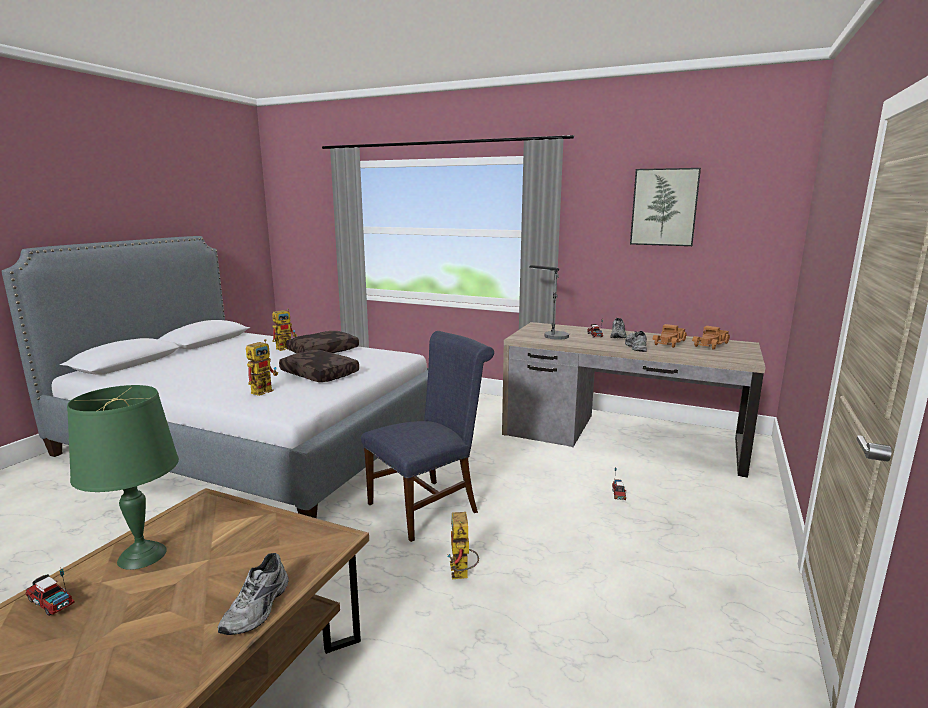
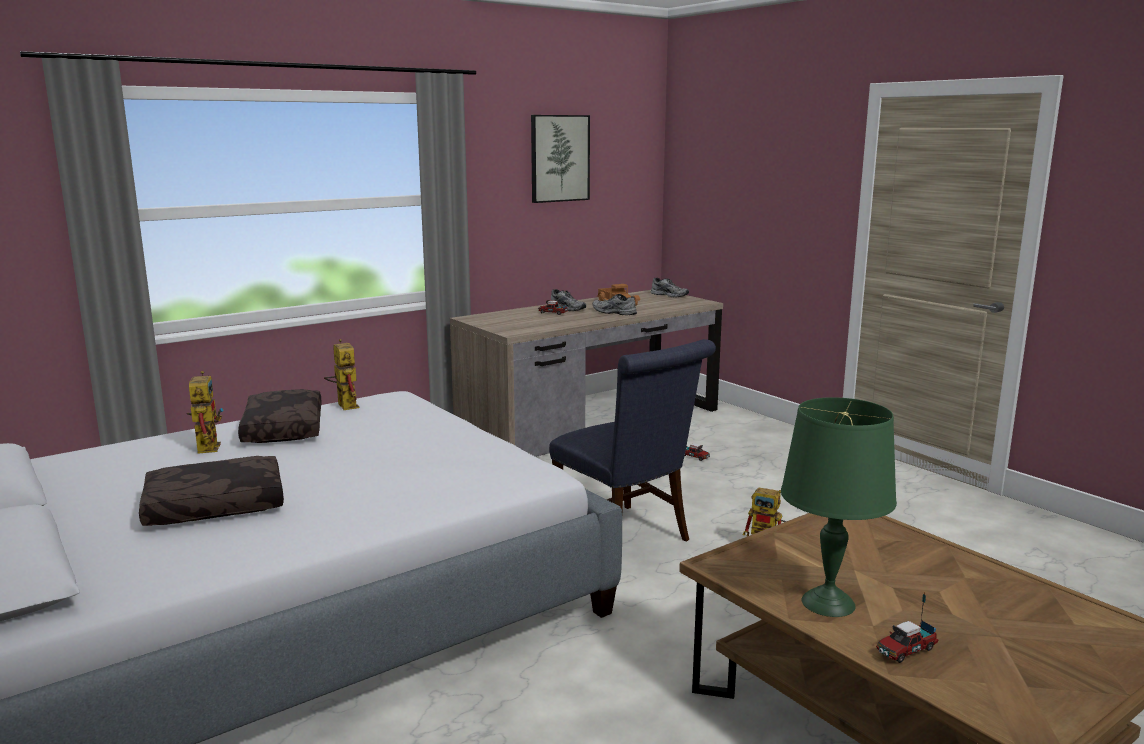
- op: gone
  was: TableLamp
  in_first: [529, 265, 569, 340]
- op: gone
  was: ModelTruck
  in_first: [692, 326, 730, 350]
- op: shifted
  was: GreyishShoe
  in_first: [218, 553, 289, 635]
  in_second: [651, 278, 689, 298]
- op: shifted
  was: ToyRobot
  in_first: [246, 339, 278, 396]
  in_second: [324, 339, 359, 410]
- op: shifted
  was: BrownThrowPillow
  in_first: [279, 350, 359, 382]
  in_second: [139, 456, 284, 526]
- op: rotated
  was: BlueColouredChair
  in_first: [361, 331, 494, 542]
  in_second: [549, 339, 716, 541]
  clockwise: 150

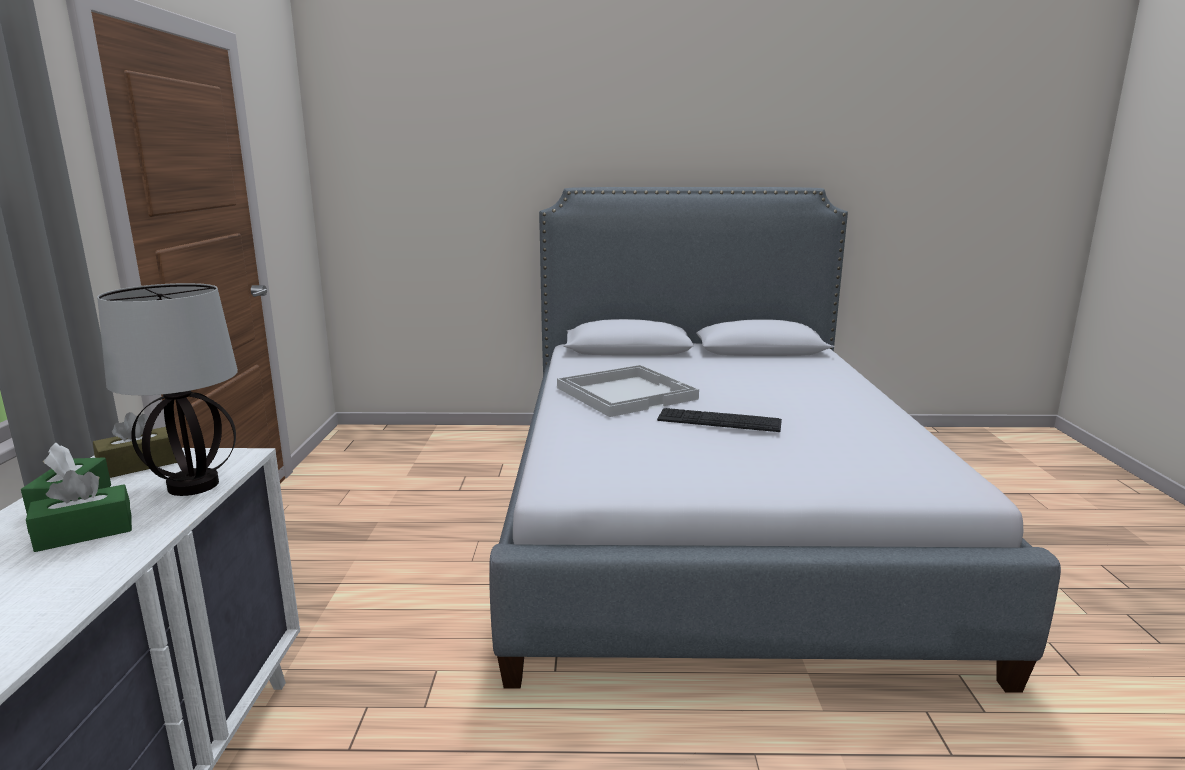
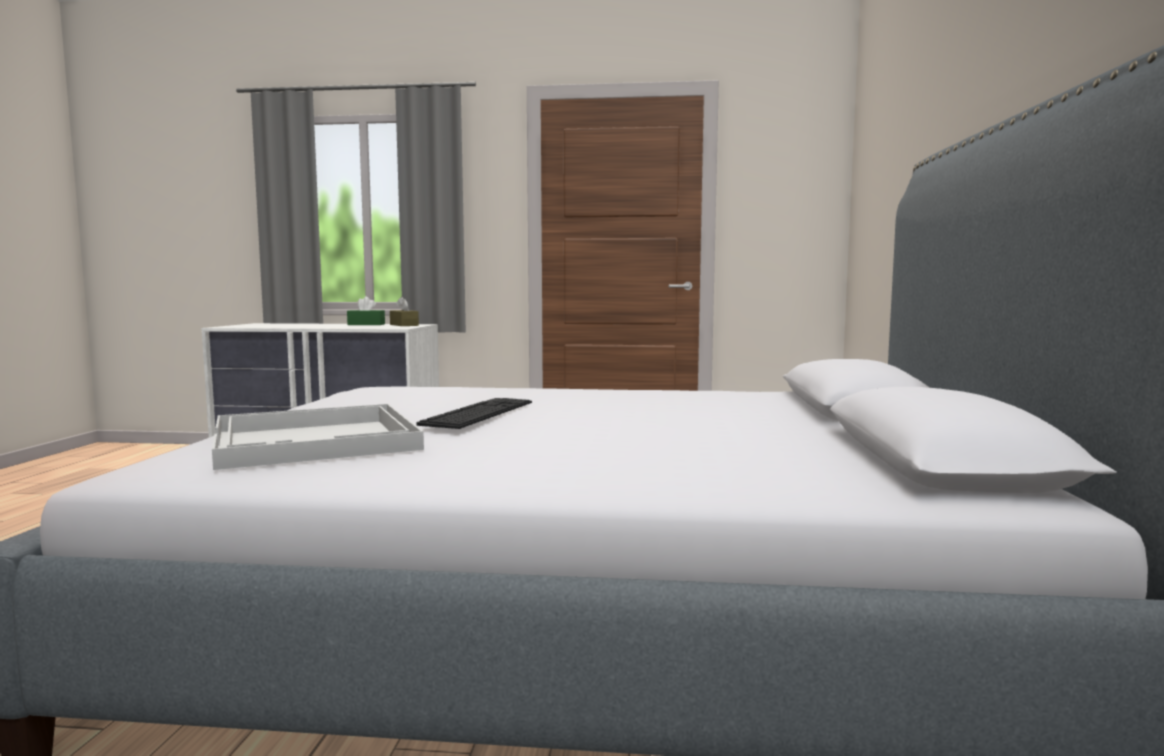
- op: gone
  was: GreenTissueHolder
  in_first: [26, 470, 132, 552]
- op: gone
  was: TableLamp
  in_first: [97, 283, 238, 496]
- op: shifted
  was: WhitishCarryingTray
  in_first: [557, 365, 699, 417]
  in_second: [212, 404, 424, 470]

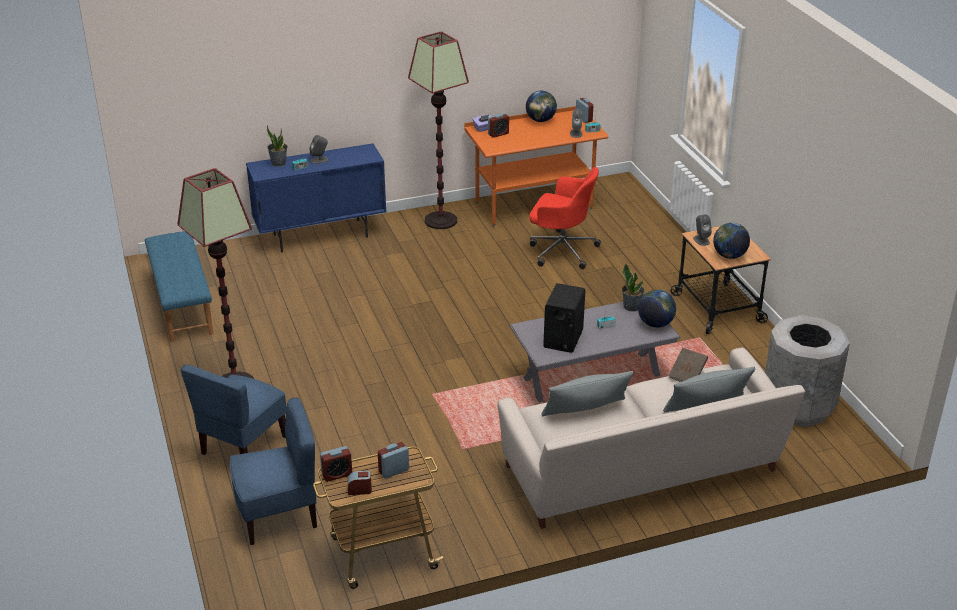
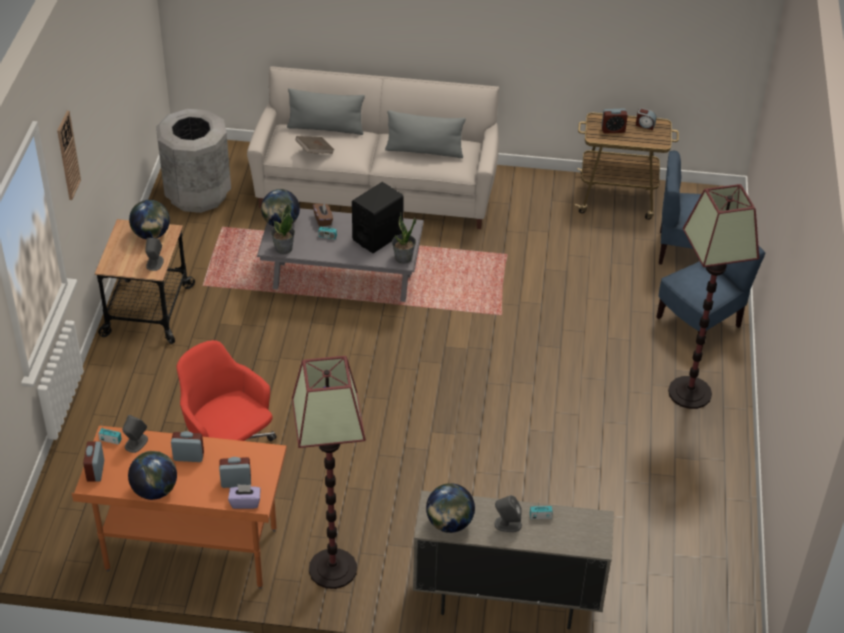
- op: gone
  was: BlueColouredBench
  in_first: [145, 231, 213, 342]
- op: new
  now: ClockOnTheWall
  in_second: [57, 111, 81, 200]
- op: new
  now: BrownTissueHolder
  in_second: [313, 202, 333, 227]
- op: new
  now: DeskGlobe
  in_second: [426, 483, 475, 533]
- op: shifted
  was: Houseplant
  in_first: [267, 126, 287, 167]
  in_second: [392, 213, 416, 264]
- op: shifted
  was: TableClock
  in_first: [320, 446, 352, 482]
  in_second: [171, 431, 204, 462]
- op: repainted
  was: BlueColouredCupboard
  now: BeigeCupboard
  in_first: [246, 143, 386, 253]
  in_second: [413, 491, 614, 630]

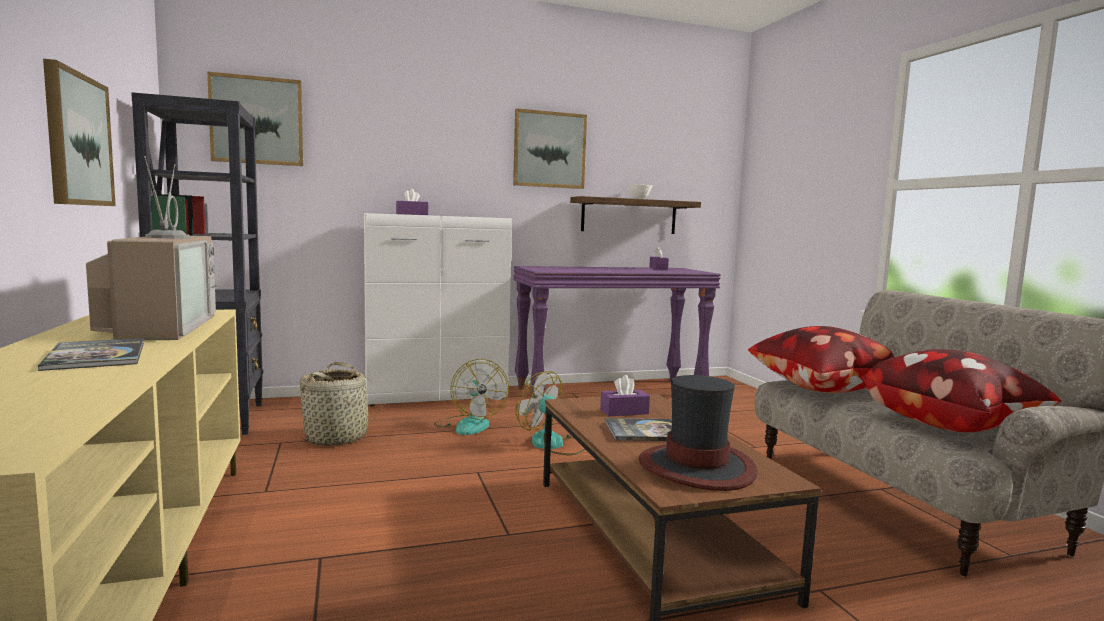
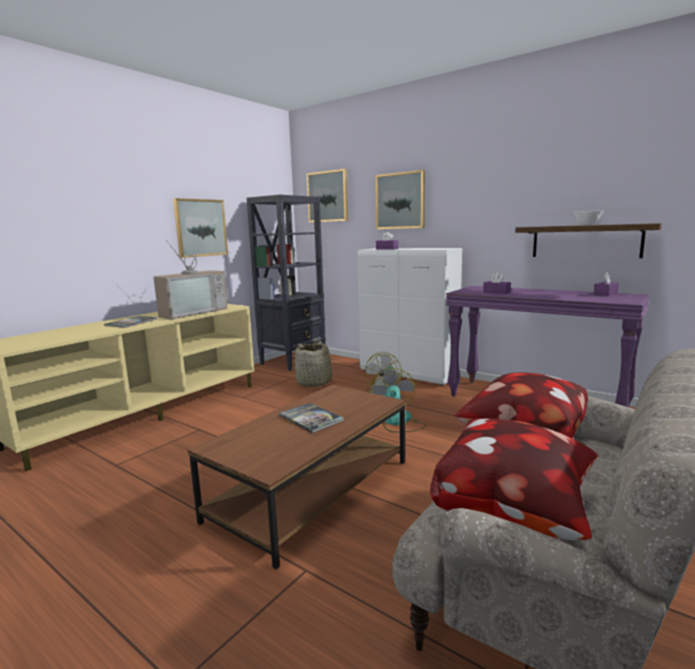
- op: gone
  was: ClothingHat
  in_first: [639, 375, 758, 491]
- op: shifted
  was: WallArt
  in_first: [513, 108, 587, 189]
  in_second: [376, 170, 425, 229]
- op: shifted
  was: PurpleTissueHolder
  in_first: [600, 375, 650, 416]
  in_second: [483, 272, 511, 294]

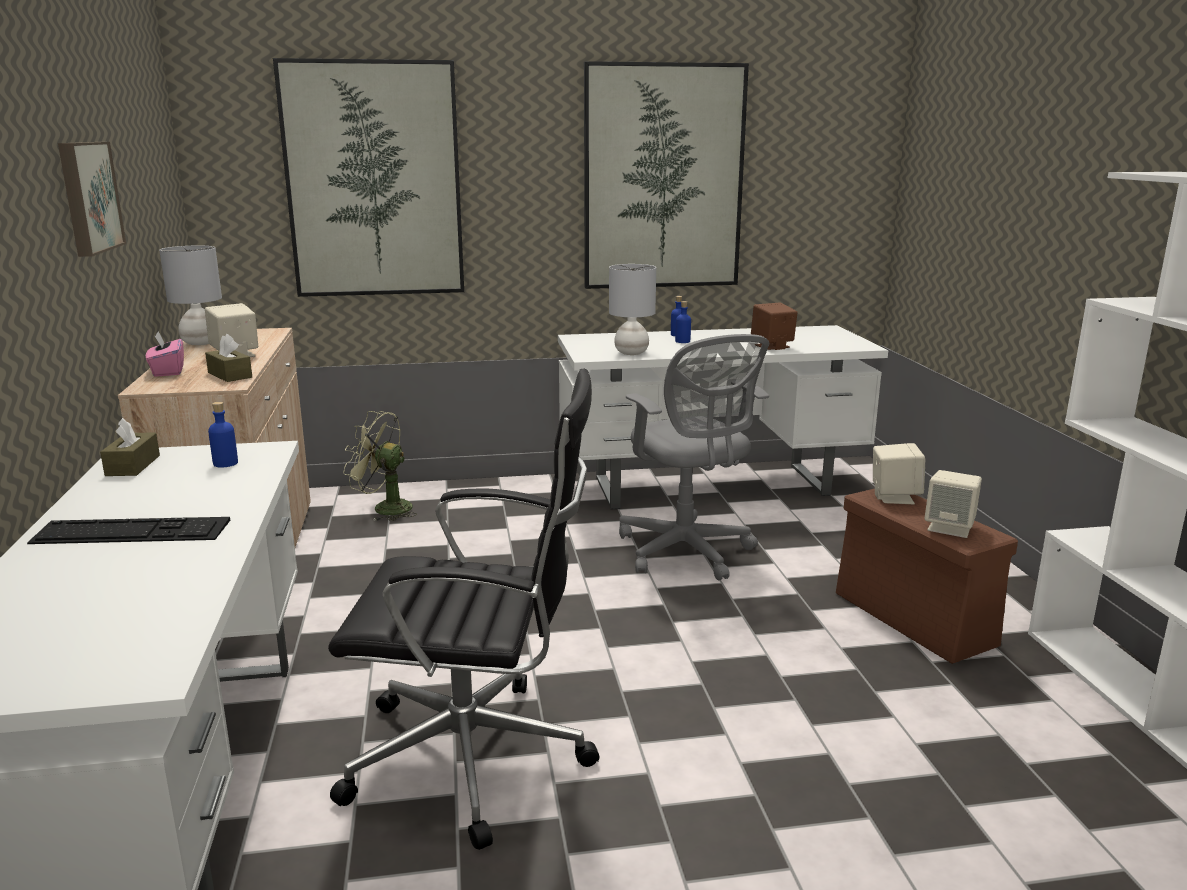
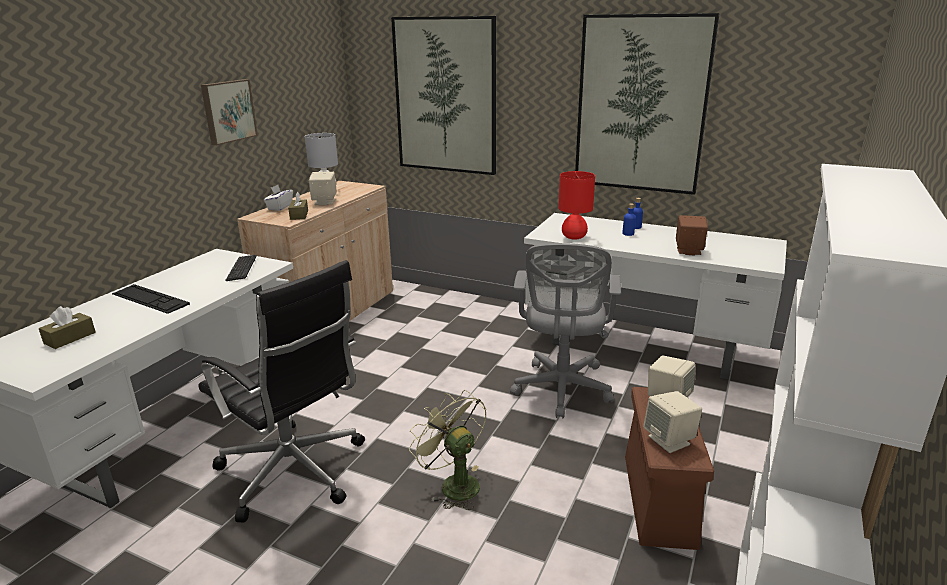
- op: shifted
  was: BrownTissueHolder
  in_first: [100, 418, 160, 476]
  in_second: [39, 306, 96, 349]
- op: shifted
  was: GreenCoolingFan
  in_first: [343, 411, 417, 521]
  in_second: [409, 390, 486, 510]
- op: swapped
  was: BlueColouredDrinkBottle
  now: Keyboard
  in_first: [208, 402, 238, 468]
  in_second: [226, 255, 257, 281]
- op: repainted
  was: PinkTissueHolder
  now: WhitishTissueHolder
  in_first: [146, 331, 184, 377]
  in_second: [264, 185, 293, 211]
- op: repainted
  was: GreyishTableLamp
  now: RedTableLamp
  in_first: [609, 264, 656, 355]
  in_second: [558, 171, 595, 240]

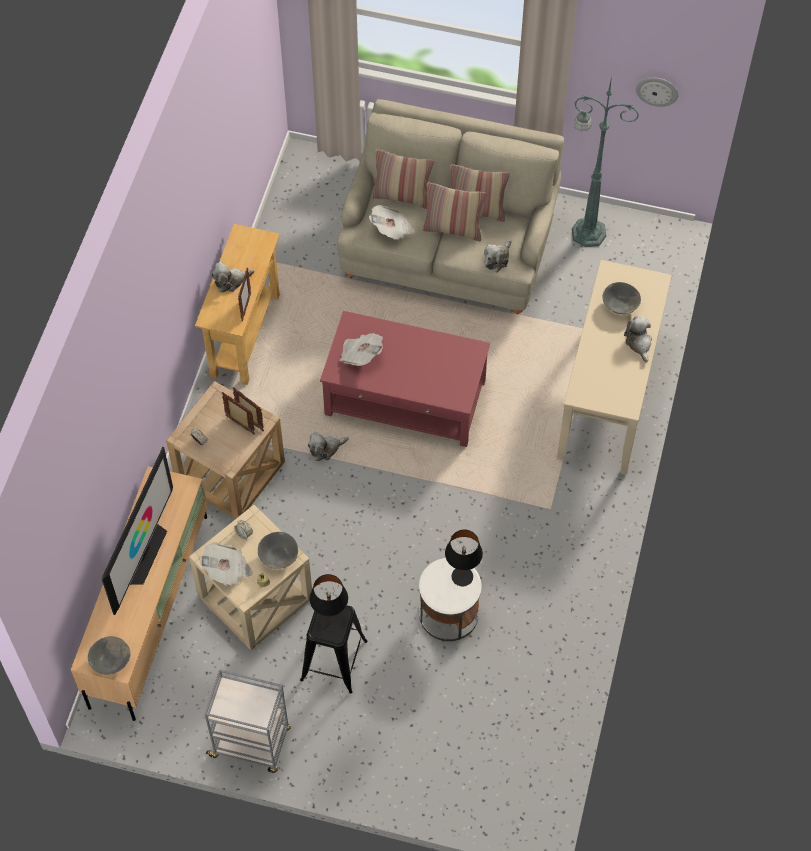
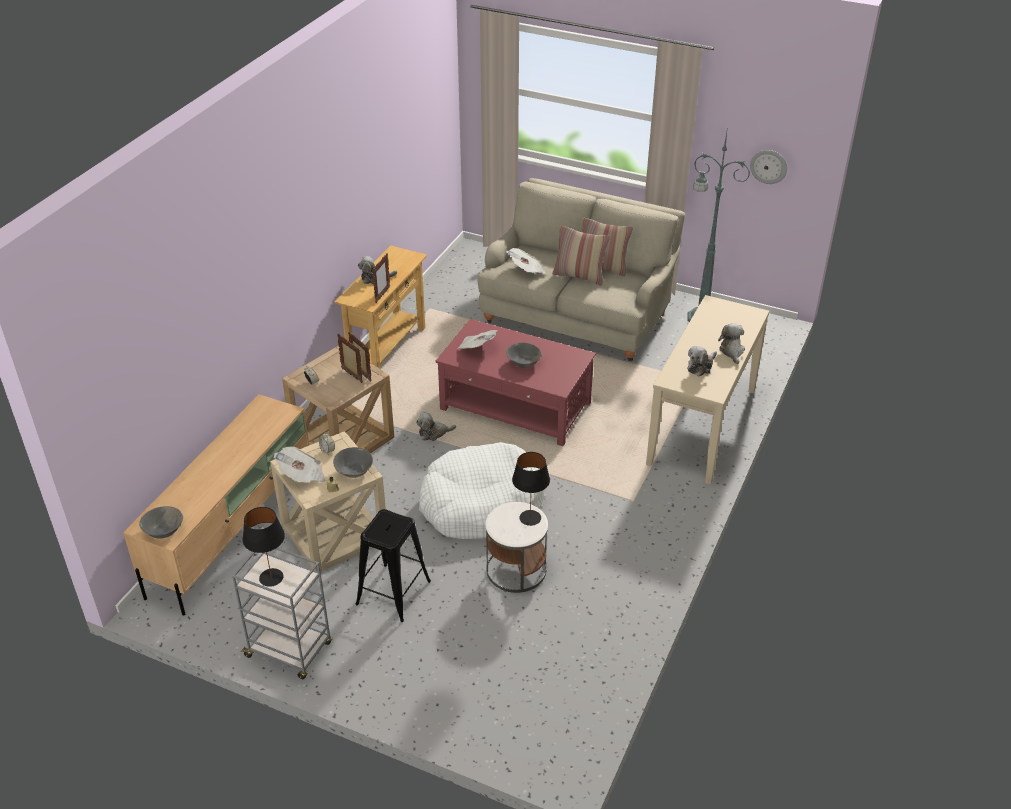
- op: gone
  was: Television
  in_first: [102, 447, 173, 615]
- op: gone
  was: ThrowPillow
  in_first: [371, 149, 434, 209]
- op: new
  now: WhitishPetBed
  in_second: [419, 442, 545, 539]
- op: shifted
  was: BlackColouredTableLamp
  in_first: [310, 574, 348, 631]
  in_second: [243, 507, 285, 587]
- op: shifted
  was: SoftToy
  in_first: [484, 239, 512, 272]
  in_second: [687, 346, 717, 376]
- op: shifted
  was: GreyishDeepDish
  in_first: [603, 282, 641, 314]
  in_second: [506, 343, 542, 368]

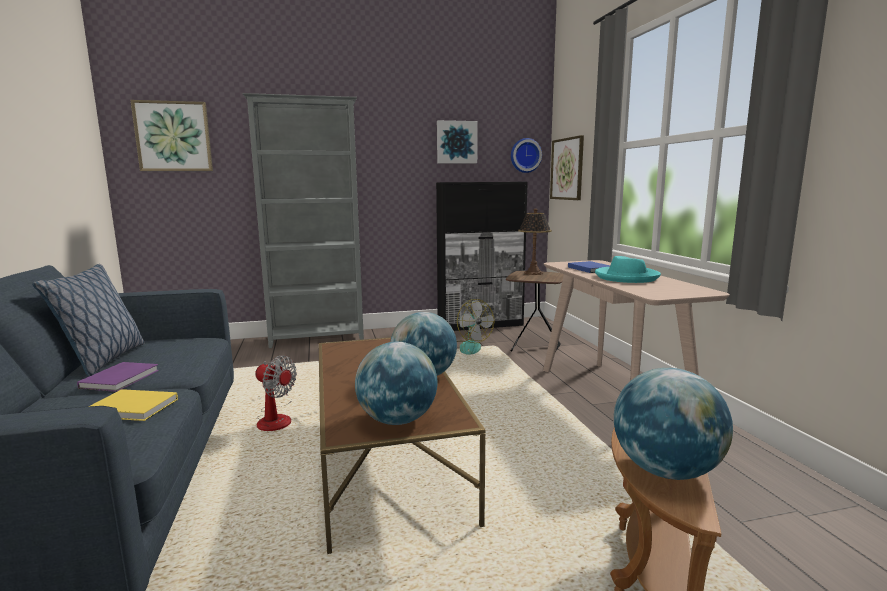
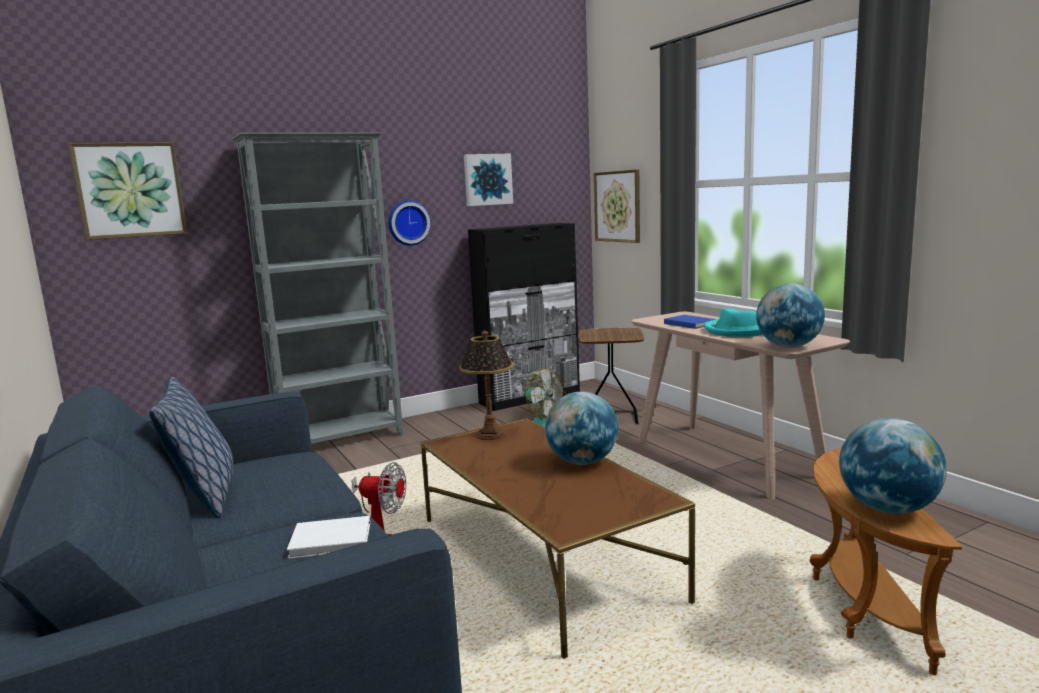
- op: gone
  was: PurpleVolume
  in_first: [77, 362, 159, 392]
- op: shifted
  was: DeskGlobe
  in_first: [355, 341, 438, 425]
  in_second: [756, 283, 825, 348]
- op: shifted
  was: ClockOnTheWall
  in_first: [511, 138, 542, 173]
  in_second: [388, 200, 431, 246]
- op: shifted
  was: TableLamp
  in_first: [518, 208, 552, 275]
  in_second: [459, 331, 514, 440]
- op: repainted
  was: YellowishVolume
  now: WhitishVolume
  in_first: [90, 389, 178, 421]
  in_second: [287, 516, 370, 559]

